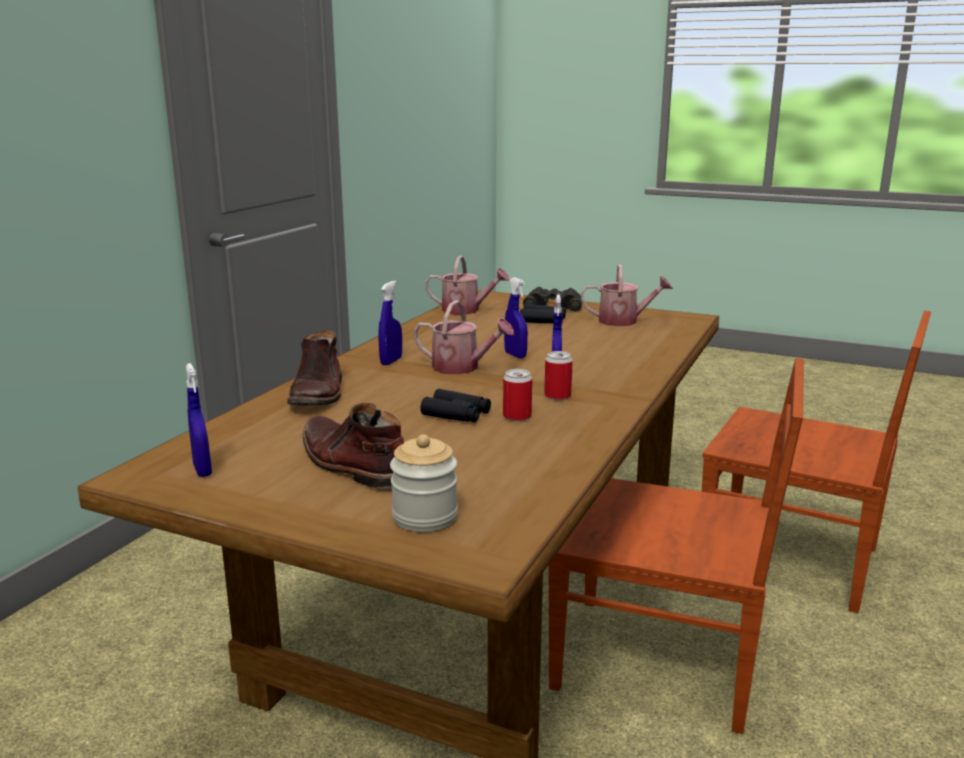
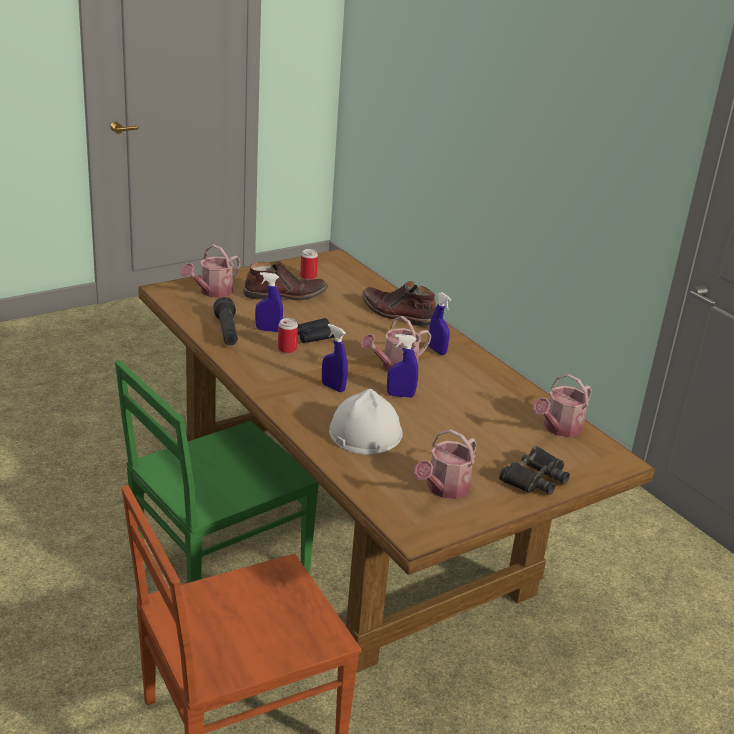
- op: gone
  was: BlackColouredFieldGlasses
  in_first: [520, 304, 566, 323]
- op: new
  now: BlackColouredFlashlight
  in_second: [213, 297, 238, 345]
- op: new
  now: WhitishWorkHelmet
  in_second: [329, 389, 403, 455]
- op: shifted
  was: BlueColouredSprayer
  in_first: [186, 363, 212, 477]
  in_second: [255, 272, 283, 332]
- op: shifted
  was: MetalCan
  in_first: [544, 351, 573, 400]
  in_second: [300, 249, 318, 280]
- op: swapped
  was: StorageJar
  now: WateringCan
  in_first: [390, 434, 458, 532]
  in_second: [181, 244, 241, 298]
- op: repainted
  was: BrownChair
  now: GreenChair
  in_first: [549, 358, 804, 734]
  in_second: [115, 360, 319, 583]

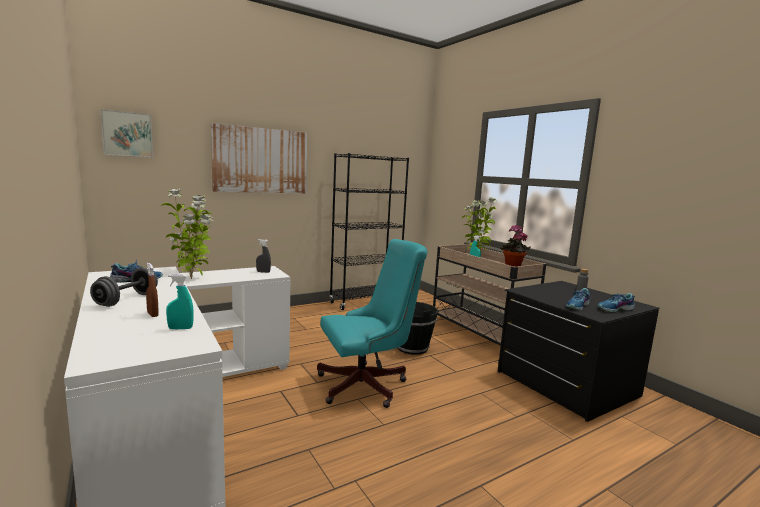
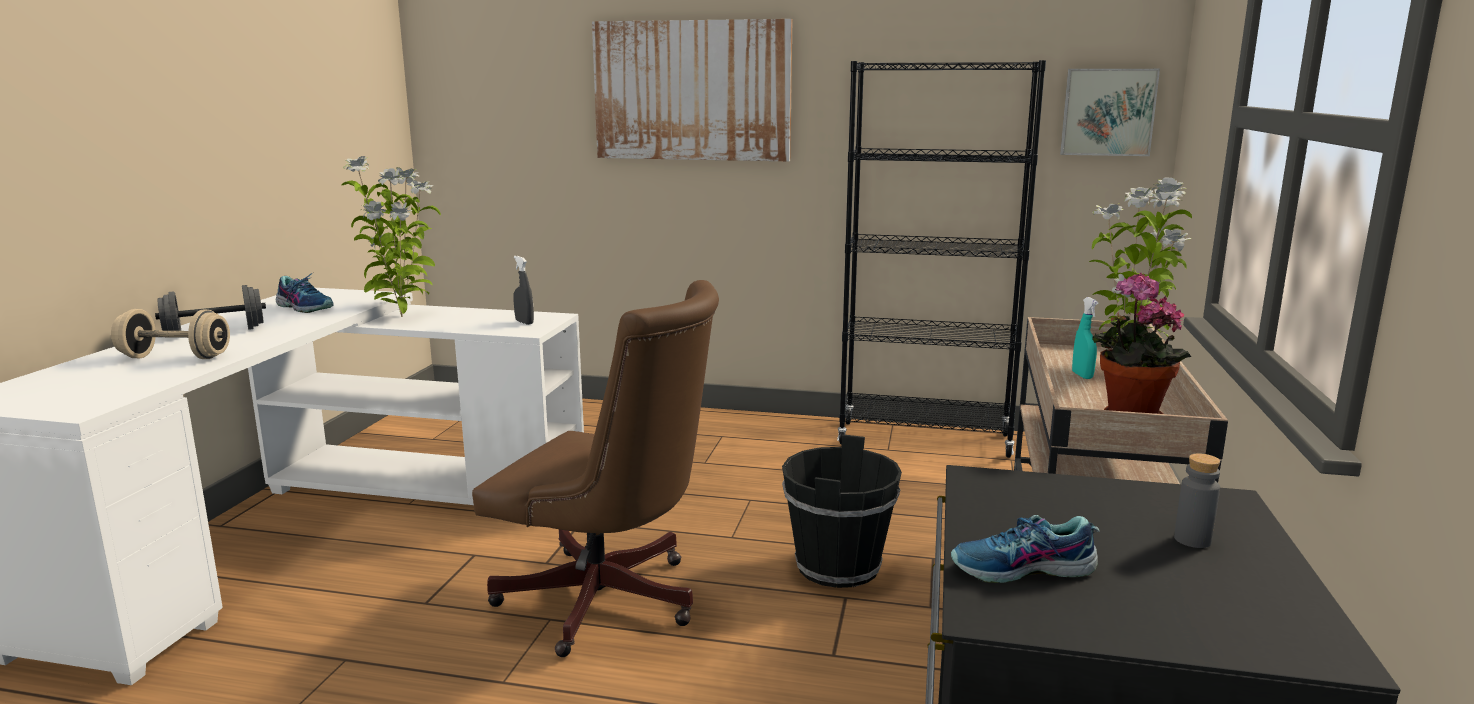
- op: gone
  was: BlueGreenSprayer
  in_first: [166, 274, 194, 329]
- op: gone
  was: Shoe
  in_first: [598, 293, 635, 312]
- op: shifted
  was: WallArt
  in_first: [101, 109, 153, 157]
  in_second: [1060, 69, 1160, 156]
- op: swapped
  was: BrownSprayer
  now: BeigeHandWeight
  in_first: [146, 263, 159, 317]
  in_second: [111, 309, 230, 359]
- op: repainted
  was: BlueGreenDeskChair
  now: BrownDeskChair
  in_first: [317, 239, 428, 408]
  in_second: [472, 280, 719, 657]

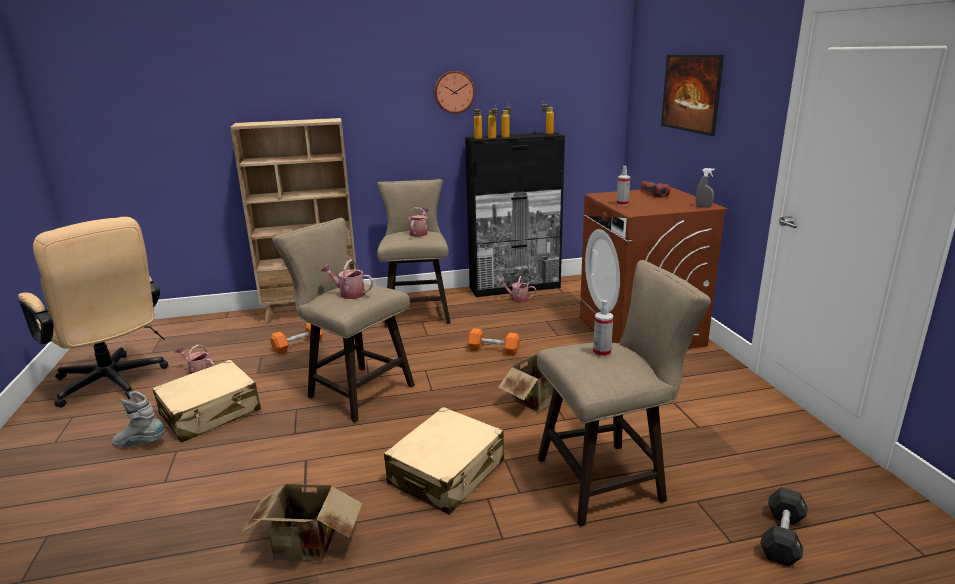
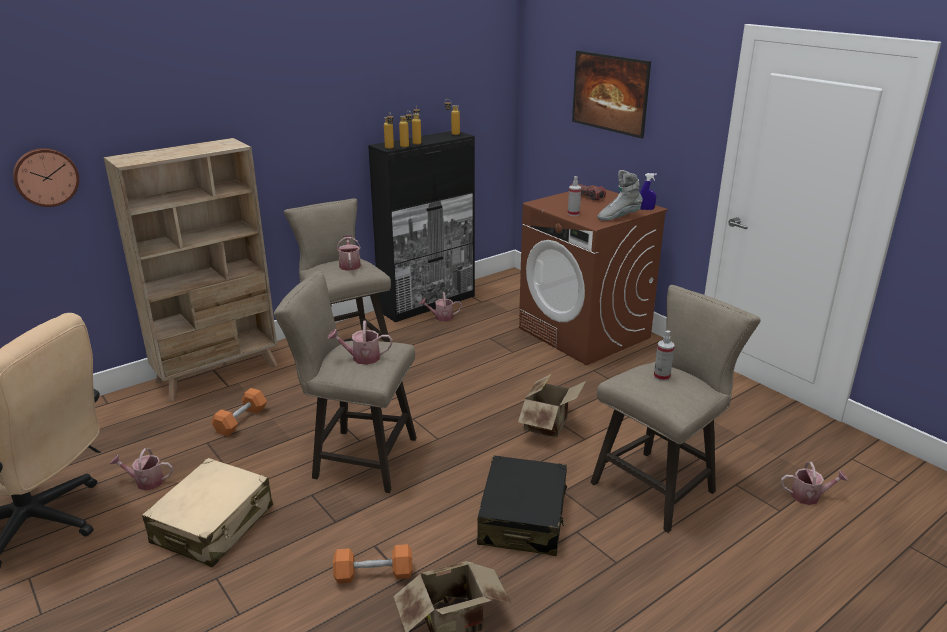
- op: shifted
  was: GreyishHighTopBoot
  in_first: [112, 391, 165, 447]
  in_second: [598, 170, 643, 221]
- op: shifted
  was: ClockOnTheWall
  in_first: [434, 71, 475, 114]
  in_second: [13, 148, 79, 207]
- op: shifted
  was: OrangeyHandWeight
  in_first: [467, 328, 520, 356]
  in_second: [333, 544, 413, 584]
- op: swapped
  was: BlackColouredHandWeight
  now: WateringCan
  in_first: [760, 487, 808, 567]
  in_second: [781, 462, 848, 505]
- op: repainted
  was: BeigeTravelCase
  now: BlackColouredTravelCase
  in_first: [384, 407, 504, 515]
  in_second: [477, 456, 567, 556]
- op: repainted
  was: GreyishSprayer
  now: BlueColouredSprayer
  in_first: [696, 168, 715, 208]
  in_second: [640, 173, 657, 210]

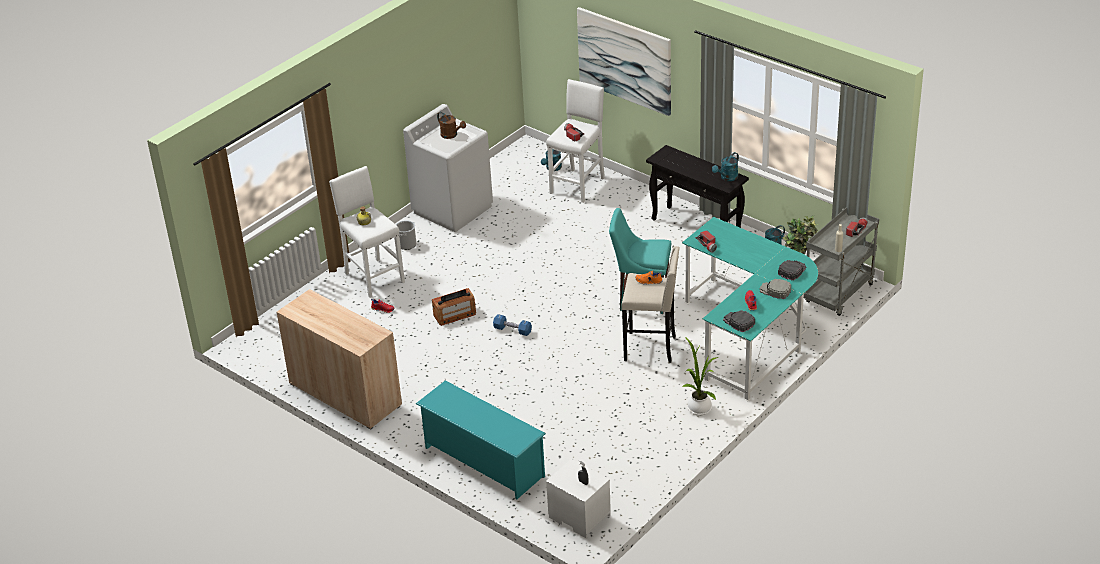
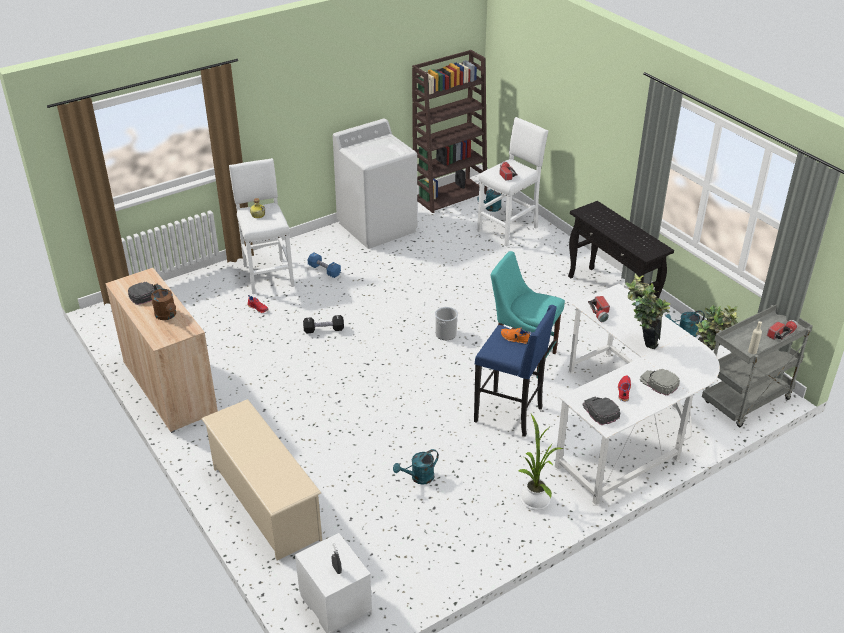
- op: gone
  was: WallArt
  in_first: [577, 7, 671, 116]
- op: new
  now: BrownShelvingUnit
  in_second: [412, 50, 487, 213]
- op: new
  now: Houseplant
  in_second: [625, 274, 670, 349]
- op: shifted
  was: Pail
  in_first: [396, 220, 416, 250]
  in_second: [435, 307, 458, 340]
- op: shifted
  was: BrownWateringCan
  in_first: [437, 112, 466, 139]
  in_second: [151, 284, 176, 320]
- op: shifted
  was: BlueColouredHandWeight
  in_first: [493, 314, 532, 336]
  in_second: [308, 252, 341, 278]
- op: shifted
  was: BlueGreenWateringCan
  in_first: [712, 152, 739, 181]
  in_second: [393, 449, 439, 485]
- op: shifted
  was: BlackColouredBaseballCap
  in_first: [778, 260, 806, 281]
  in_second: [128, 282, 163, 305]
- op: swapped
  was: RadioSet
  now: BlackColouredHandWeight
  in_first: [432, 288, 476, 326]
  in_second: [303, 315, 344, 333]
- op: repainted
  was: BlueGreenShoeShelf
  now: BeigeShoeShelf
  in_first: [416, 380, 546, 499]
  in_second: [201, 399, 322, 560]
- op: repainted
  was: BeigeStool
  now: BlueColouredStool
  in_first: [621, 246, 680, 363]
  in_second: [474, 305, 557, 437]
- op: repainted
  was: BlueGreenDesk
  now: WhitishDesk
  in_first: [682, 217, 818, 401]
  in_second: [555, 284, 720, 506]

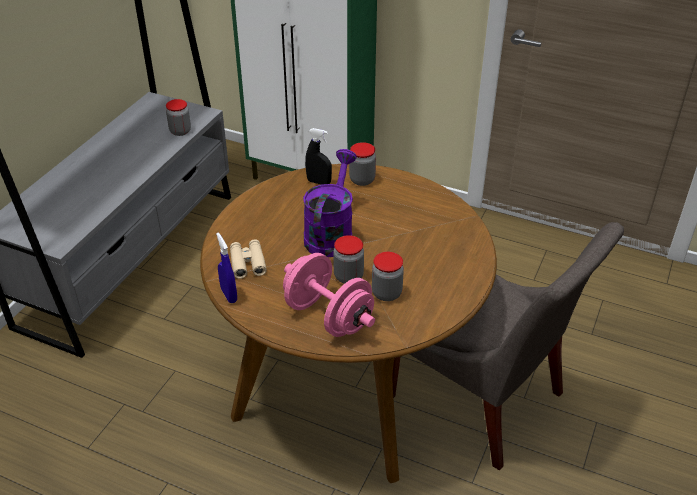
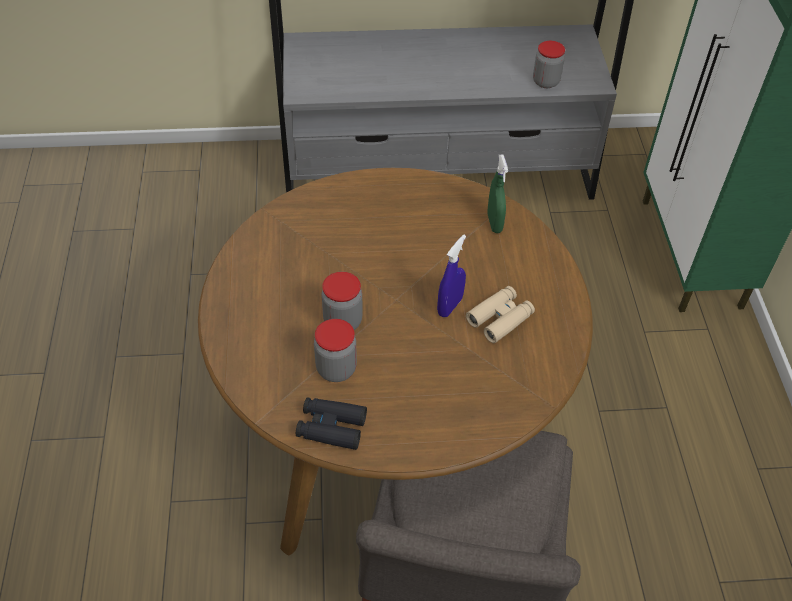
- op: gone
  was: PinkHandWeight
  in_first: [283, 253, 375, 337]
- op: gone
  was: PurpleWateringCan
  in_first: [303, 149, 357, 257]
- op: gone
  was: StorageJar
  in_first: [349, 142, 376, 186]
- op: new
  now: BlackColouredFieldGlasses
  in_second: [296, 397, 367, 450]
- op: shifted
  was: BlueColouredSprayer
  in_first: [216, 233, 237, 303]
  in_second: [437, 235, 466, 317]
- op: shifted
  was: BeigeFieldGlasses
  in_first: [230, 239, 267, 279]
  in_second: [466, 286, 535, 343]
- op: repainted
  was: BlackColouredSprayer
  now: GreenSprayer
  in_first: [305, 128, 332, 185]
  in_second: [487, 154, 508, 233]

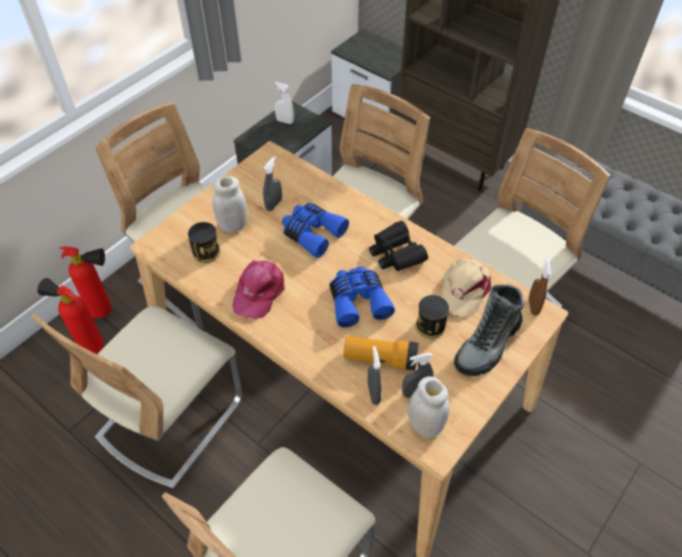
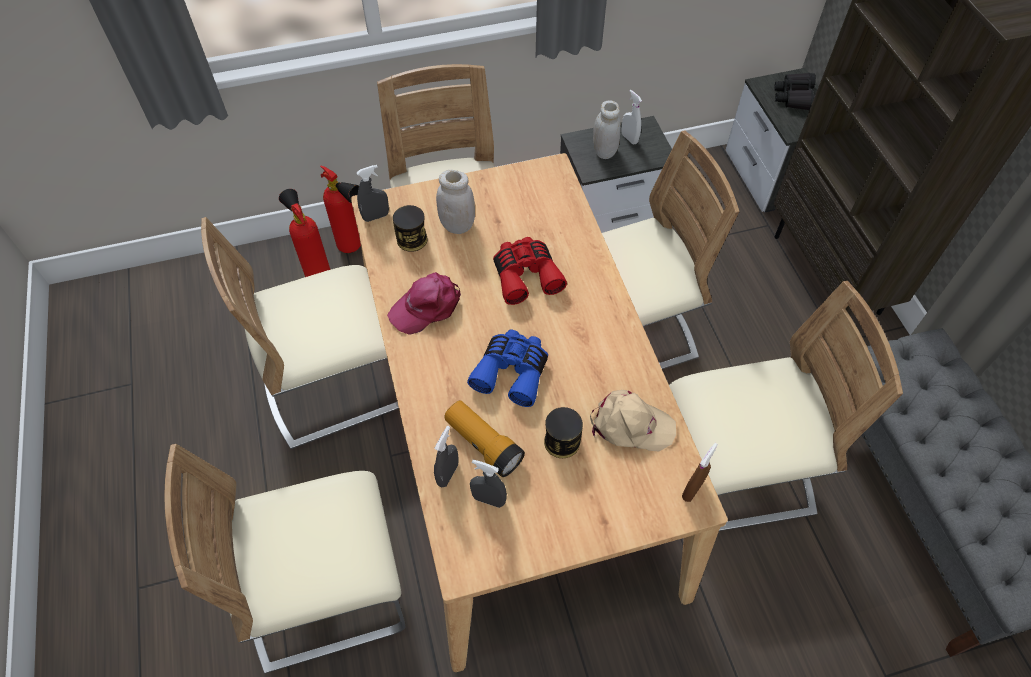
- op: gone
  was: HighTopBoot
  in_first: [454, 284, 524, 376]
- op: shifted
  was: GreyishSprayer
  in_first: [263, 156, 282, 211]
  in_second: [356, 165, 389, 222]
- op: shifted
  was: BlackColouredFieldGlasses
  in_first: [369, 221, 428, 271]
  in_second: [774, 73, 816, 110]
- op: shifted
  was: WhitishStorageJar
  in_first: [408, 376, 450, 438]
  in_second: [593, 100, 621, 159]
- op: repainted
  was: BlueColouredFieldGlasses
  now: RedFieldGlasses
  in_first: [282, 203, 349, 258]
  in_second: [493, 237, 567, 305]
- op: rotated
  was: BeigeBaseballCap
  in_first: [440, 259, 491, 317]
  in_second: [590, 390, 676, 451]
  clockwise: -135

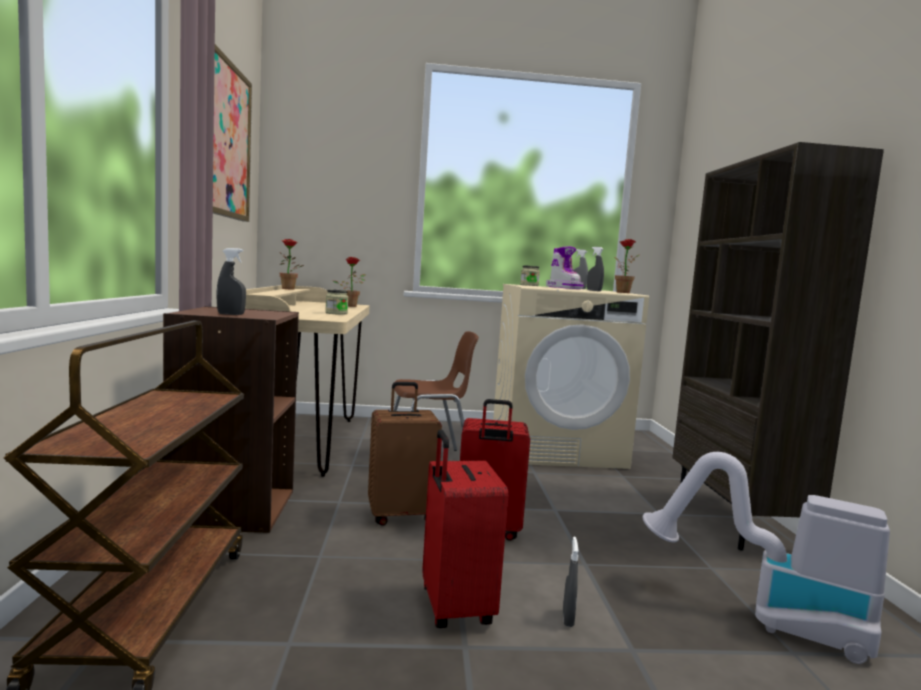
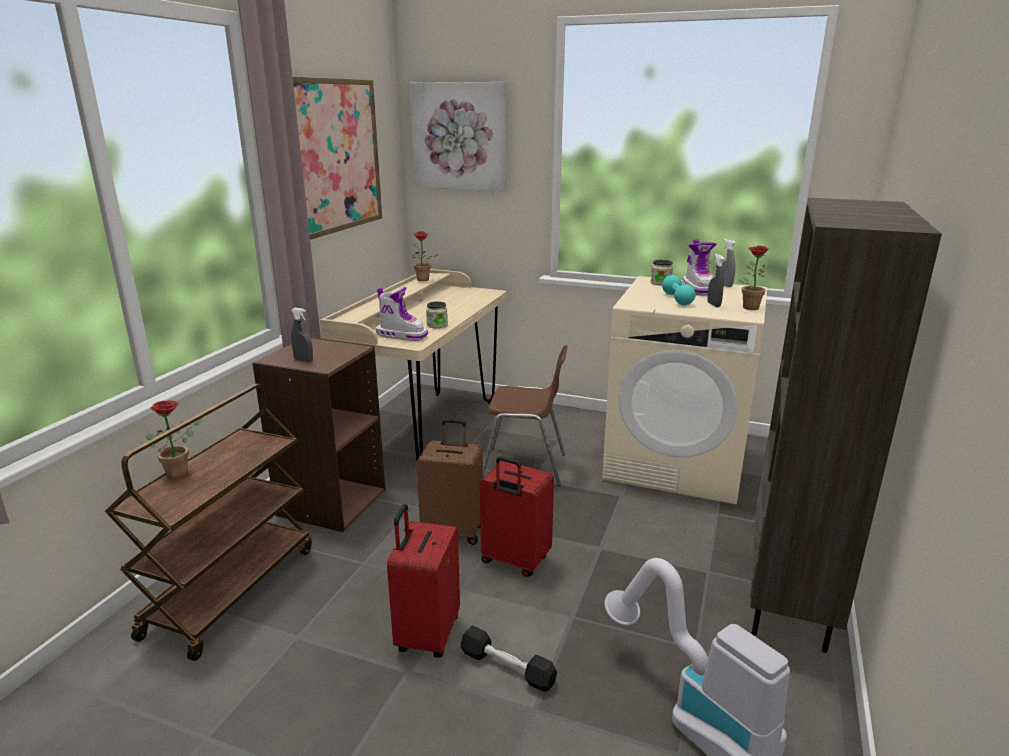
- op: new
  now: HighTopBoot
  in_second: [376, 287, 428, 341]
- op: new
  now: WallArt
  in_second: [410, 82, 506, 191]
- op: new
  now: BlueGreenHandWeight
  in_second: [662, 275, 695, 305]
- op: shifted
  was: Houseplant
  in_first: [333, 257, 366, 307]
  in_second: [146, 400, 203, 479]
- op: swapped
  was: GreyishSprayer
  now: BlackColouredHandWeight
  in_first: [563, 537, 578, 627]
  in_second: [461, 625, 557, 692]

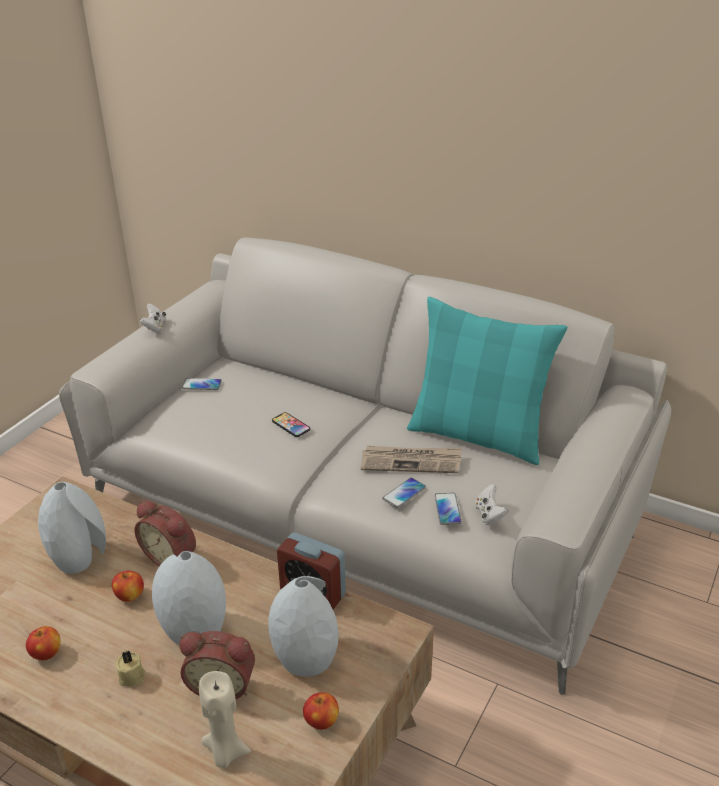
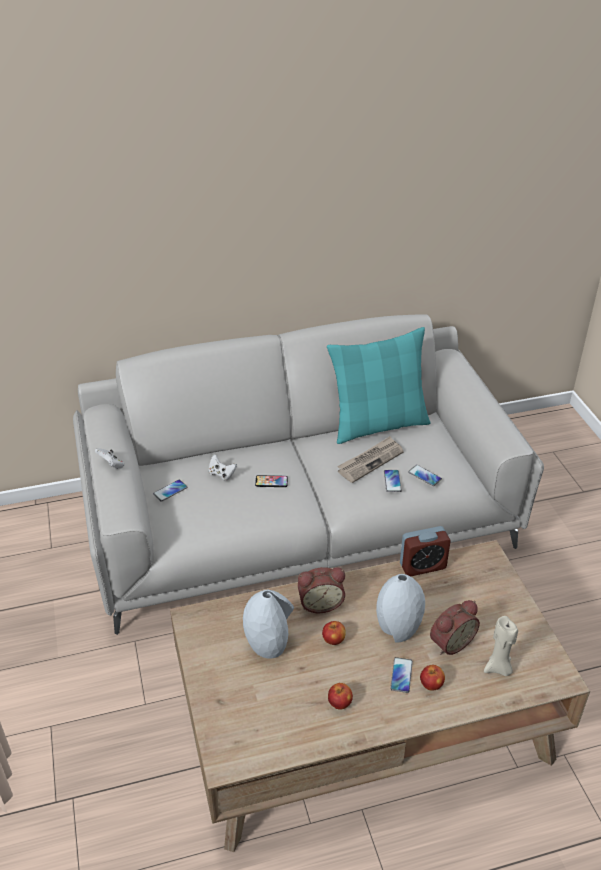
- op: gone
  was: GreyishVase
  in_first: [268, 576, 339, 677]
- op: shifted
  was: WholeApple
  in_first: [303, 692, 339, 730]
  in_second: [420, 665, 445, 691]
- op: shifted
  was: WhitishJoypad
  in_first: [475, 484, 508, 525]
  in_second: [209, 454, 237, 481]
- op: swapped
  was: BeigeCandle
  now: Telephone
  in_first: [115, 650, 145, 687]
  in_second: [390, 657, 413, 693]

